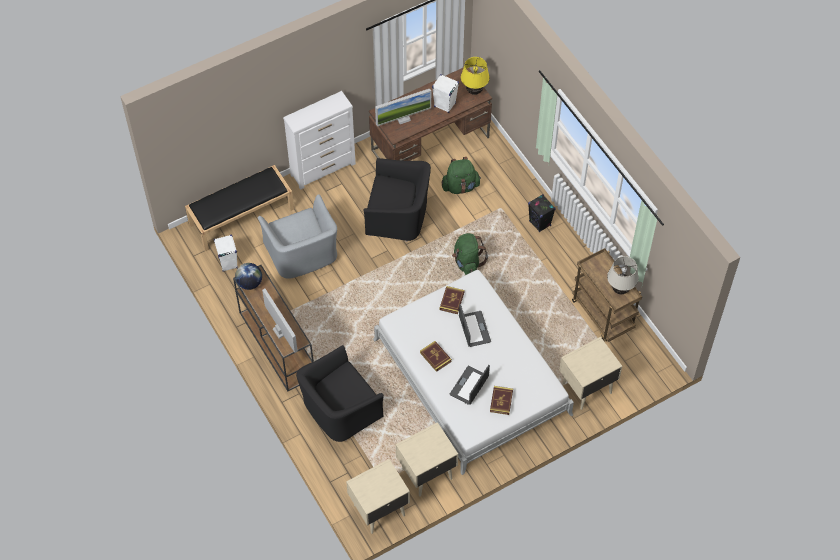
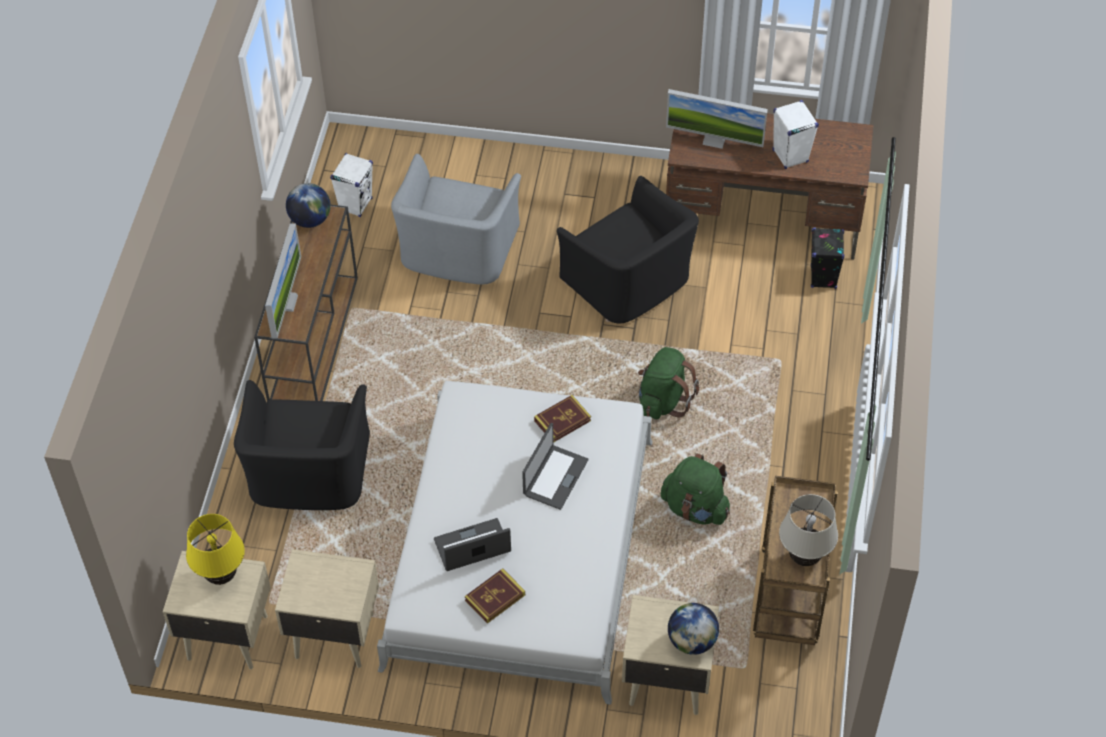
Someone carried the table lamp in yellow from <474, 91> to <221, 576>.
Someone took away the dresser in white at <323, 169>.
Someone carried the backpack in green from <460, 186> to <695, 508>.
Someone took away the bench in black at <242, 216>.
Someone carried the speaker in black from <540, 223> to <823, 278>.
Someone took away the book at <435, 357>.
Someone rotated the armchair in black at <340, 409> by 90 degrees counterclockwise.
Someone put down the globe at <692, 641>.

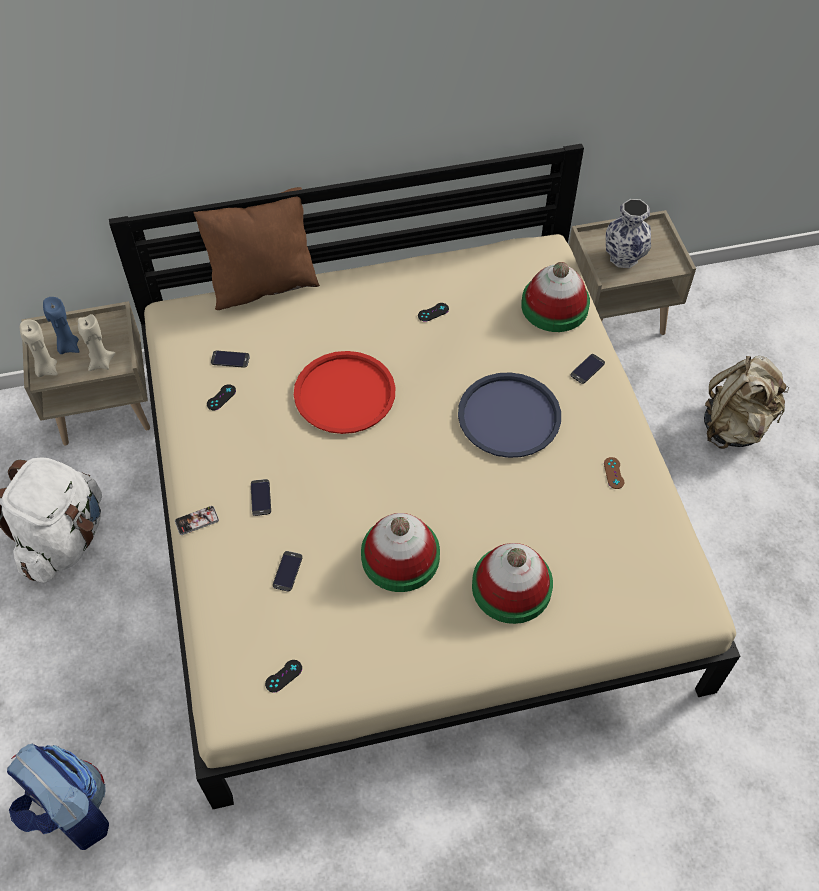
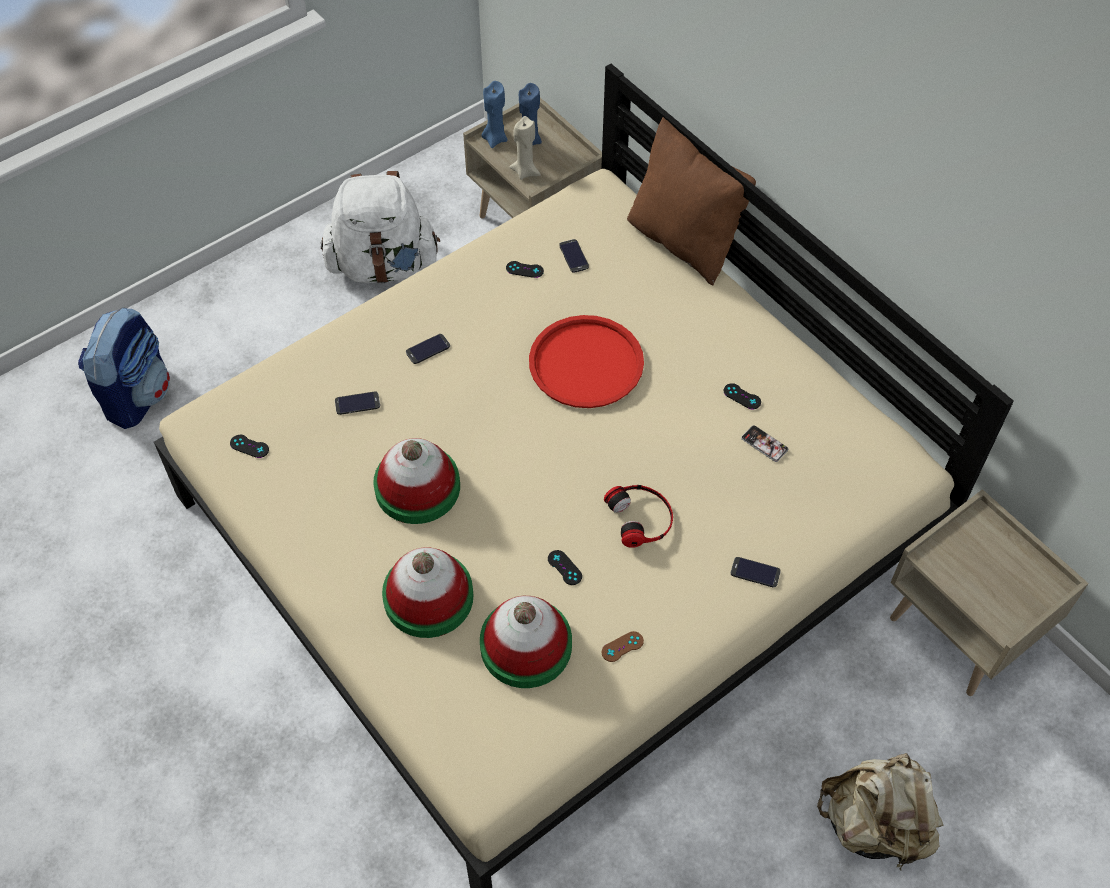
Someone took away the vase at <623, 258>.
Someone carried the hat from <554, 306> to <526, 645>.
Someone repainted the candle in beige at <46, 369>, which became the candle in blue at <495, 139>.
Someone swapped the tray in blue at <509, 416> for the headphones at <641, 517>.
Someone carried the phone from <197, 521> to <764, 444>.
Someone put down the game controller in black at <564, 567>.

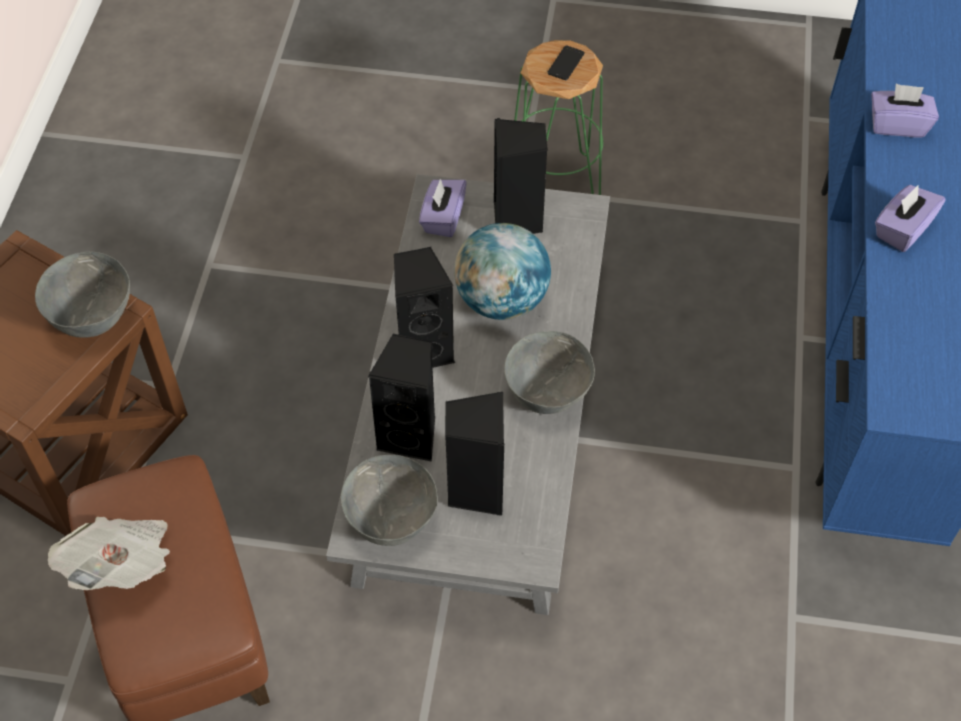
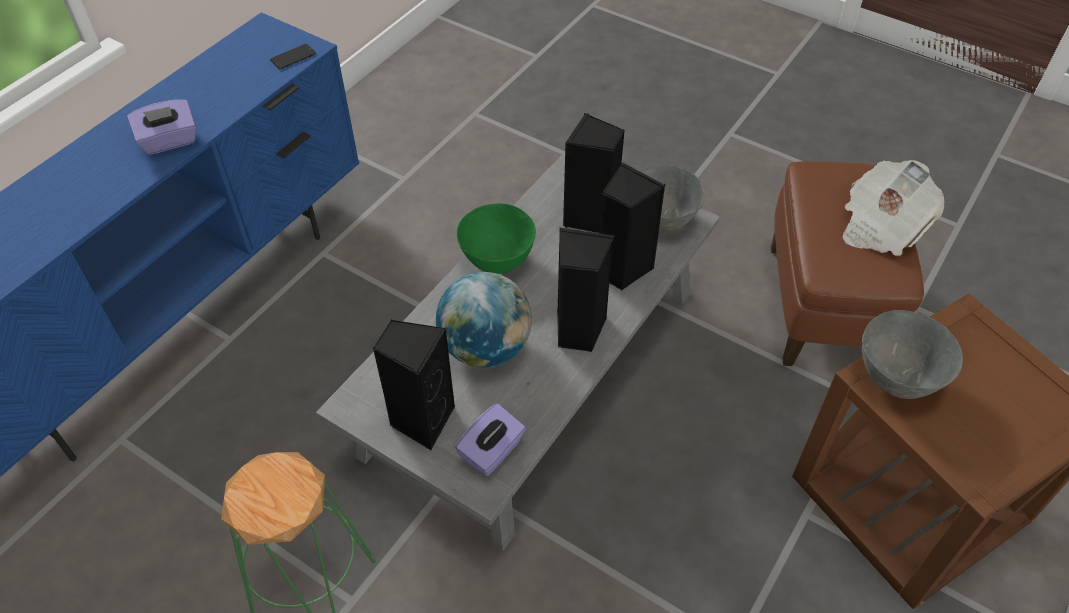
Someone carried the phone from <566, 63> to <293, 57>.
Someone took away the tissue box in purple at <897, 125>.
Someone repainted the bowl in grey at <546, 394>, which became the bowl in green at <498, 261>.

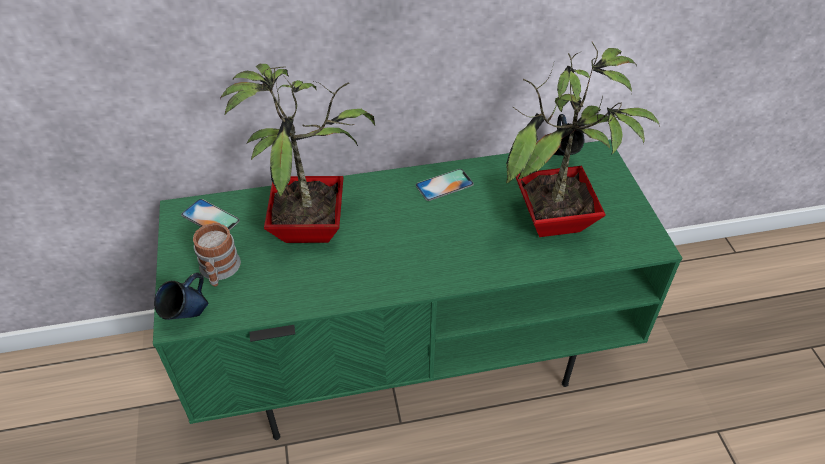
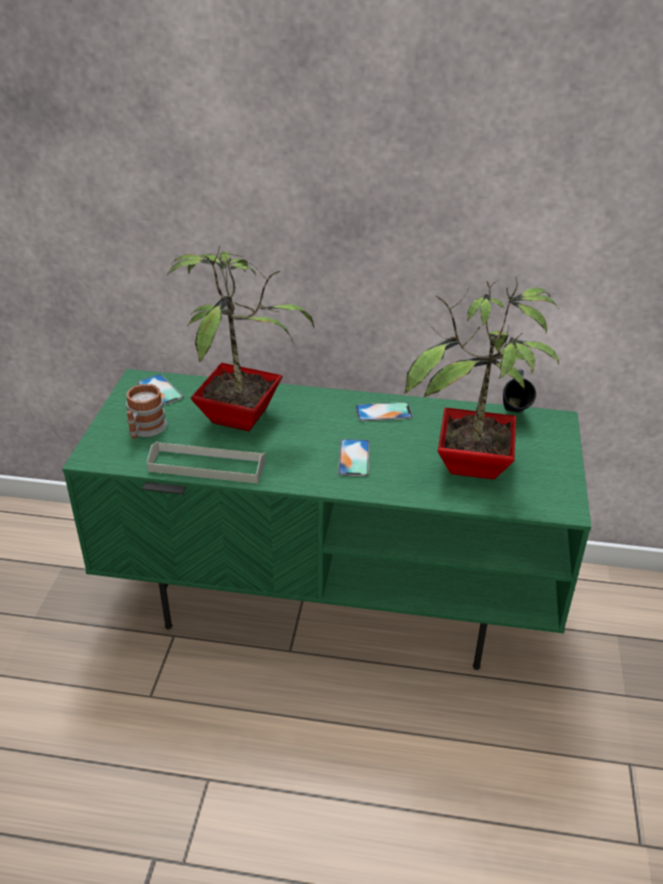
Someone took away the mug in blue at <189, 316>.
Someone put down the phone at <354, 458>.
Someone put down the tray in grey at <207, 466>.

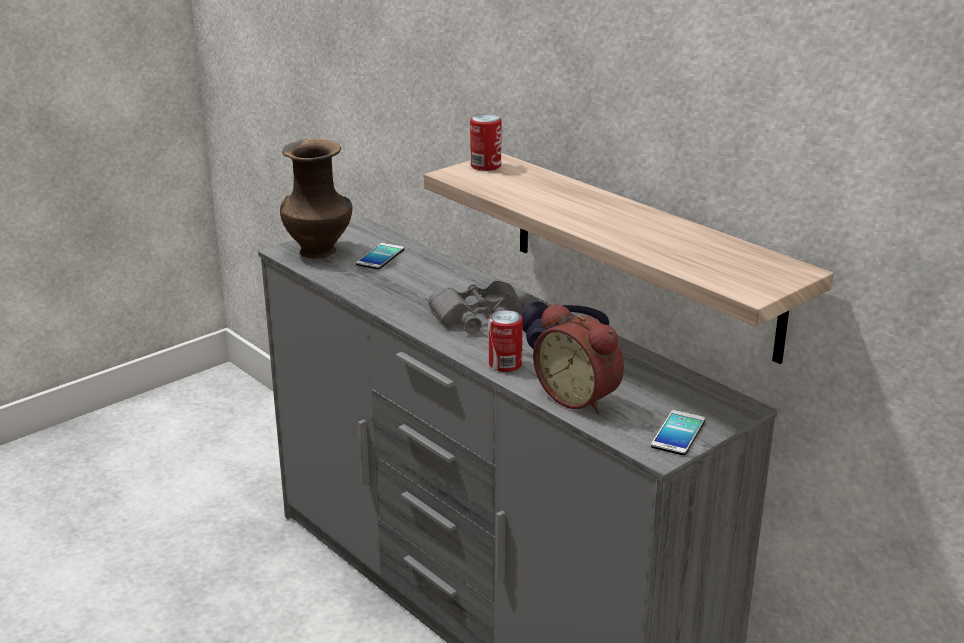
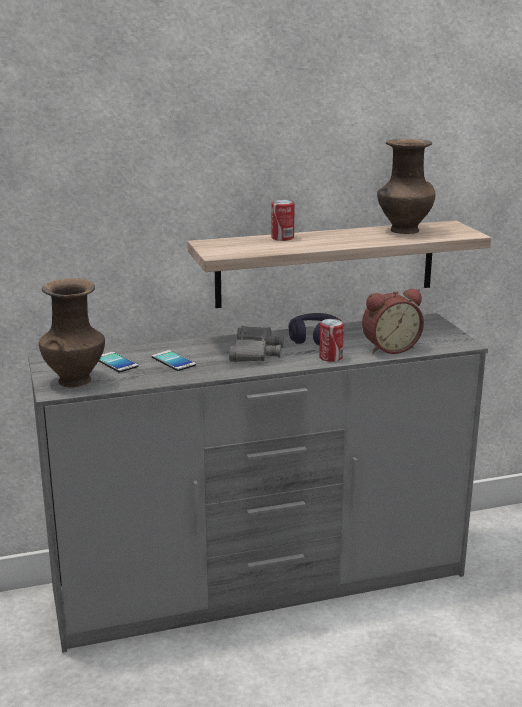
Someone carried the can from <485, 166> to <282, 238>.
Someone carried the phone from <678, 433> to <173, 361>.
Someone put down the vase in brown at <403, 231>.

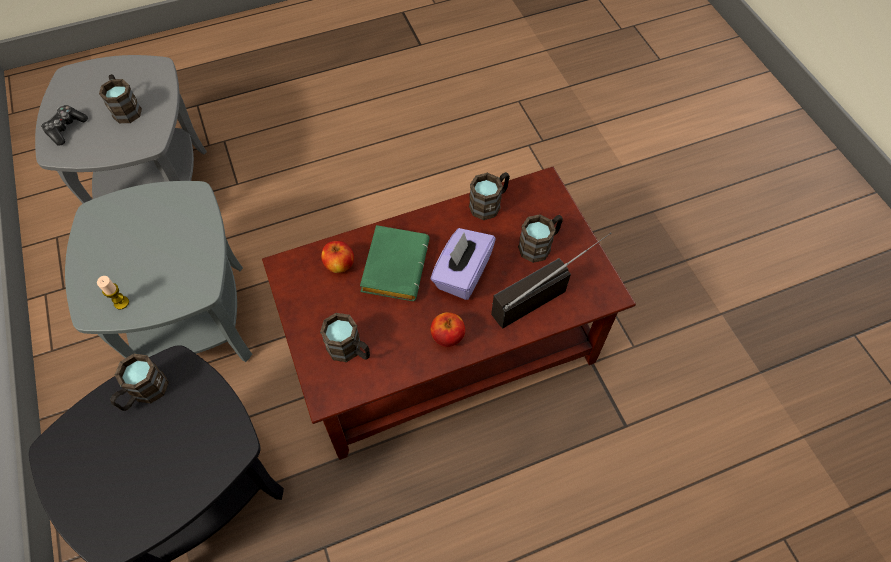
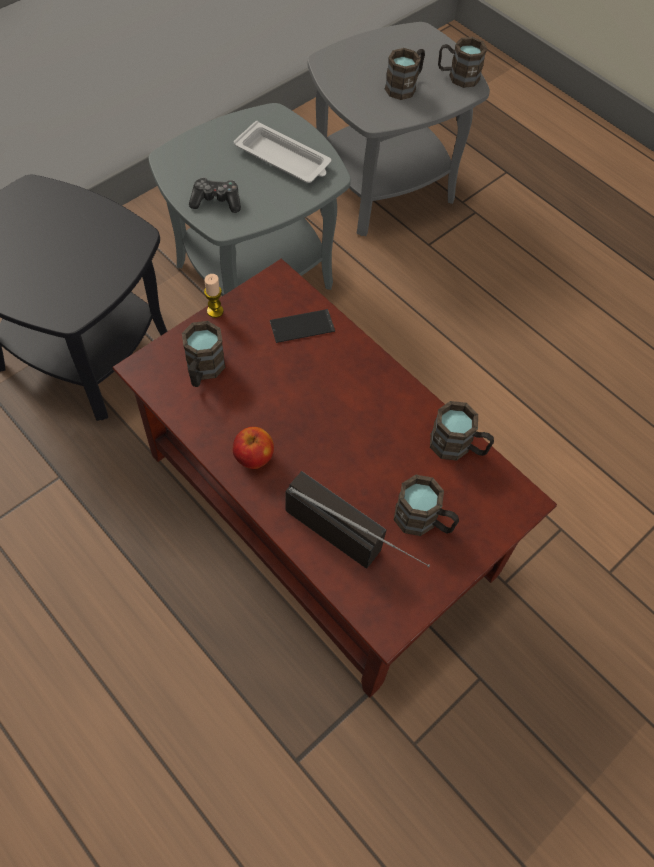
Someone carried the game controller from <66, 129> to <216, 201>.
Someone took away the book in green at <393, 265>.
Someone took away the tissue box in purple at <462, 274>.
Someone swapped the apple at <340, 265> for the phone at <302, 326>.
Someone carried the candle from <121, 303> to <215, 311>.
Someone carried the mug in brown from <144, 393> to <457, 76>.
Someone put down the tray in white at <284, 159>.

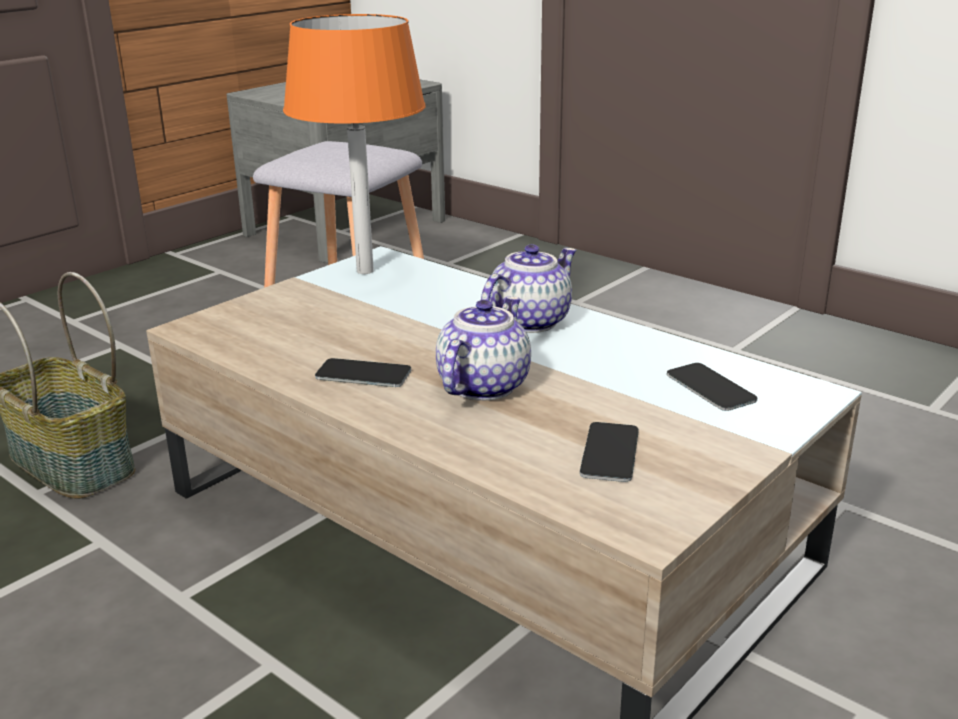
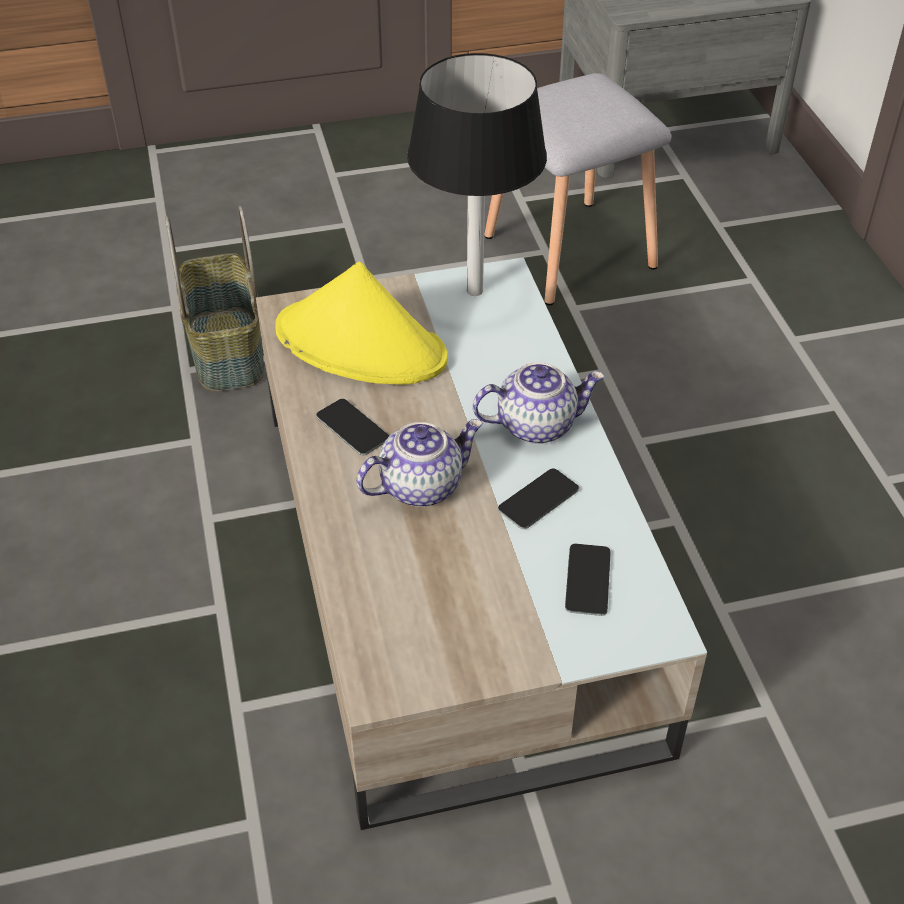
Someone repainted the table lamp in orange at <365, 271>, which became the table lamp in black at <475, 291>.
Someone carried the phone from <610, 452> to <538, 499>.
Someone put down the hat in yellow at <362, 345>.

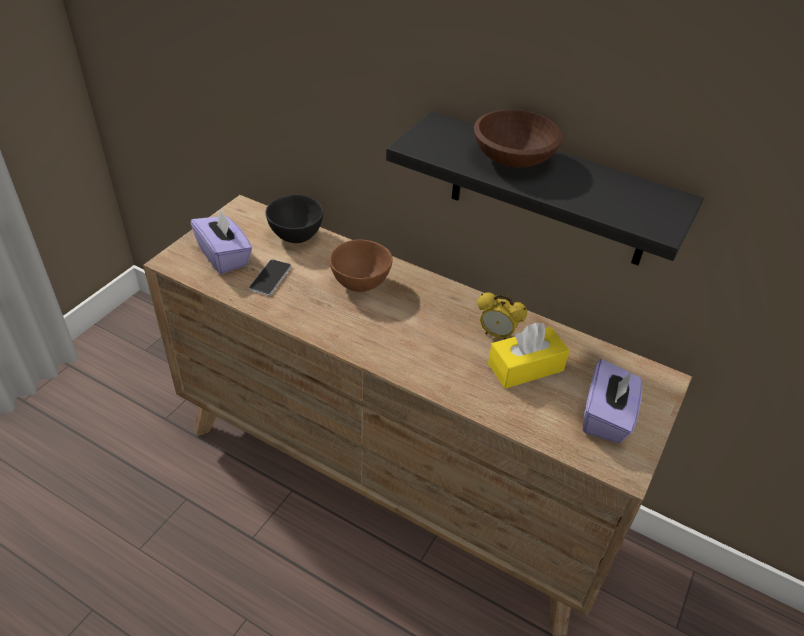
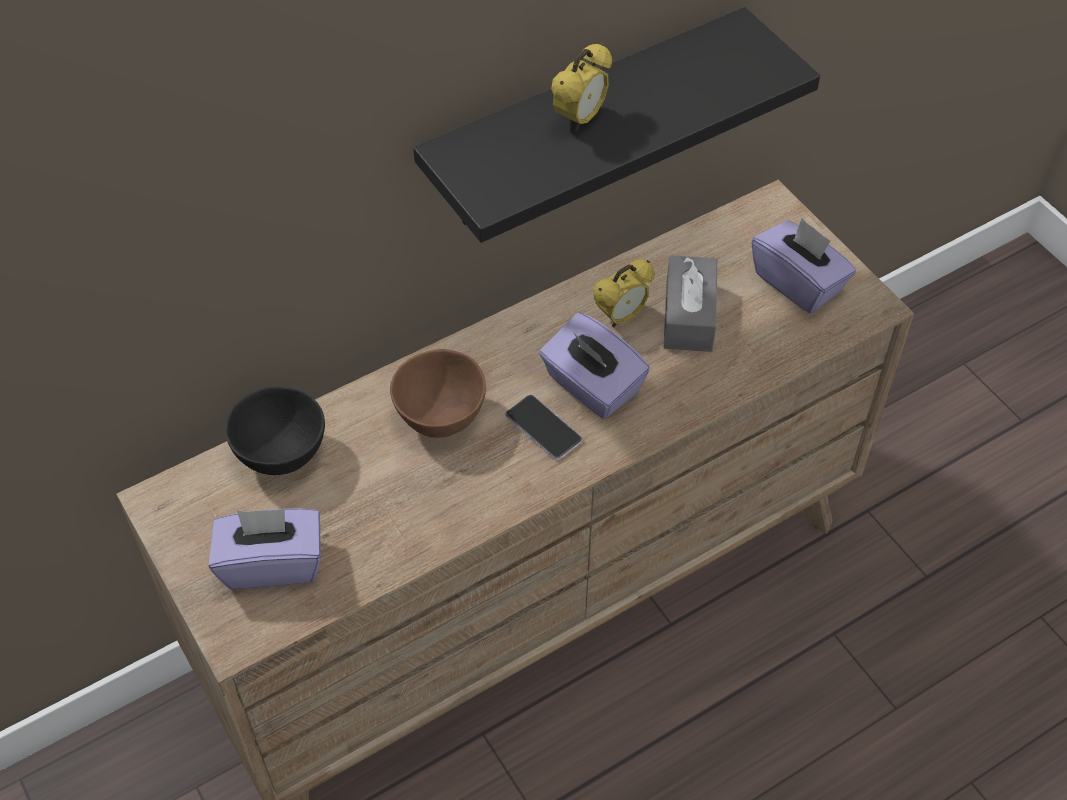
Someone swapped the bowl in brown at <514, 158> for the alarm clock at <580, 119>.
Someone carried the phone from <270, 278> to <543, 428>.
Someone repainted the tissue box in yellow at <525, 367>, which became the tissue box in grey at <688, 316>.
Someone put down the tissue box in purple at <591, 386>.

